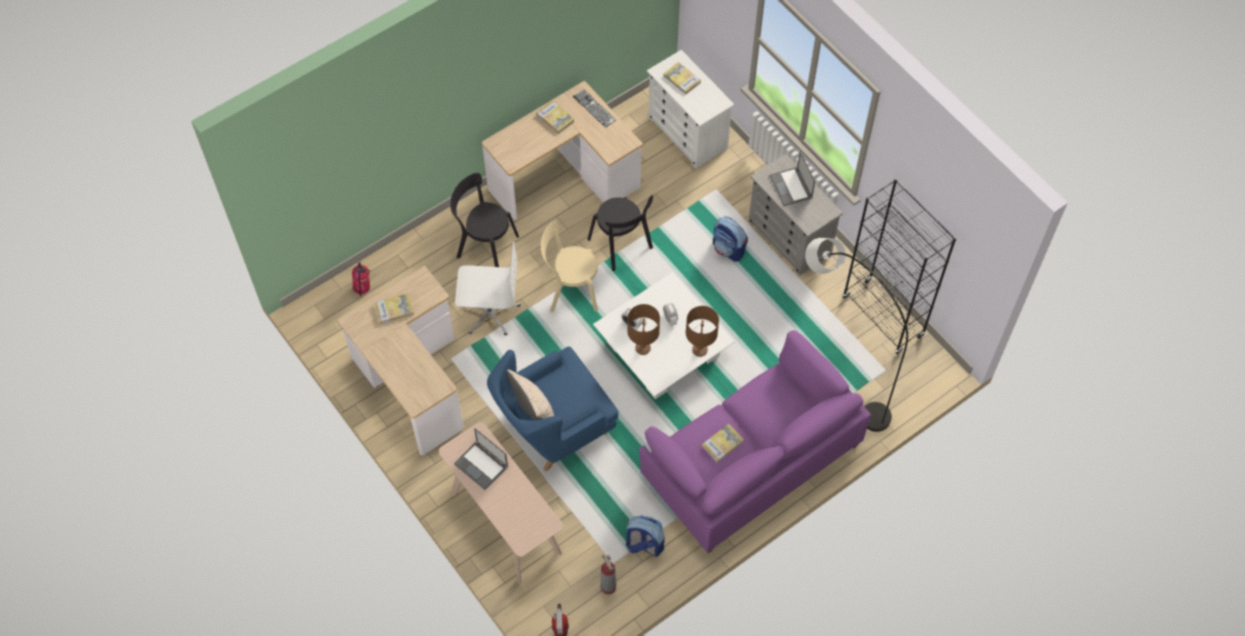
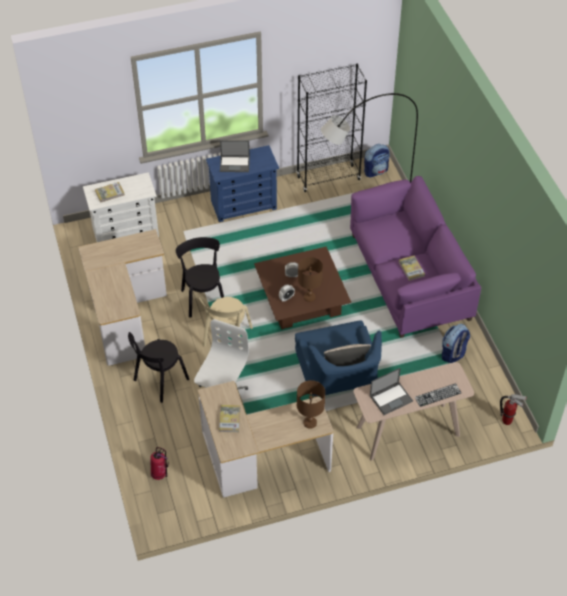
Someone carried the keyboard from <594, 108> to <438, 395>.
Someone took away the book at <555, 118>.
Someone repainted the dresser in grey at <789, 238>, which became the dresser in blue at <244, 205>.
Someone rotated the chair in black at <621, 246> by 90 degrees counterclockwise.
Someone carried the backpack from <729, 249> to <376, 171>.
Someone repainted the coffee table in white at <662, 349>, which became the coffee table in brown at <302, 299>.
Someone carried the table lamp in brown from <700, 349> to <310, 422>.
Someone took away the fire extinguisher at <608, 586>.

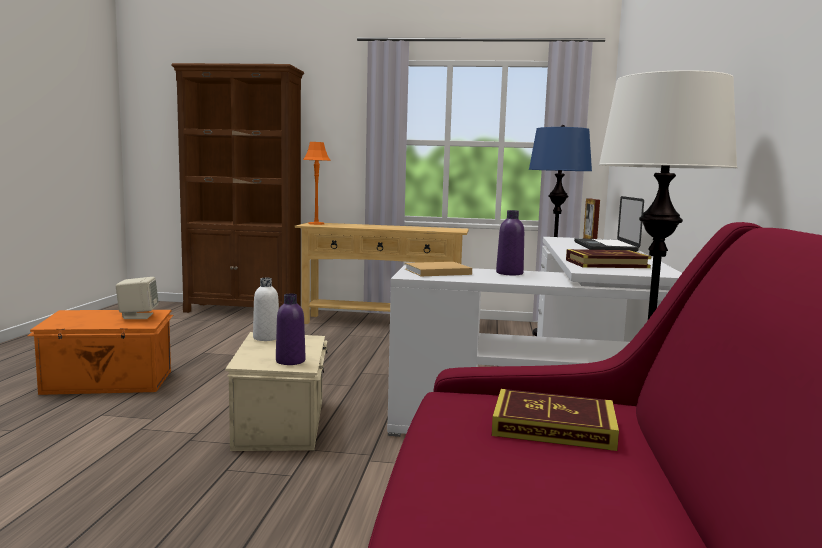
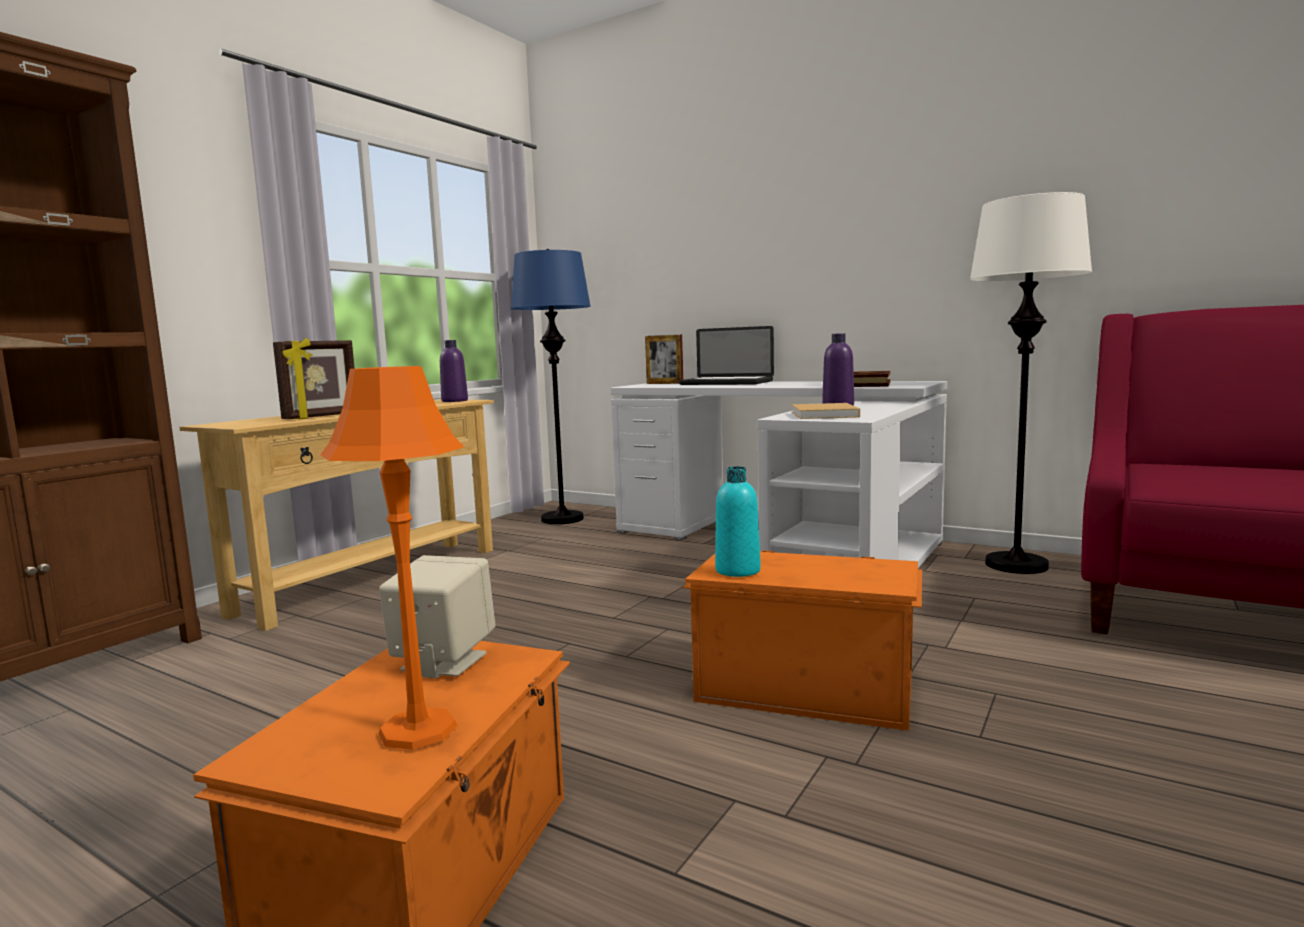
Someone carried the table lamp in orange from <316, 224> to <418, 729>.
Someone repainted the bottle in white at <266, 338>, which became the bottle in turquoise at <737, 570>.
Someone carried the bottle in purple from <290, 361> to <454, 401>.
Someone repainted the storage box in beige at <282, 423>, which became the storage box in orange at <804, 685>.
Someone took away the book at <553, 426>.
Someone put down the picture frame at <322, 416>.

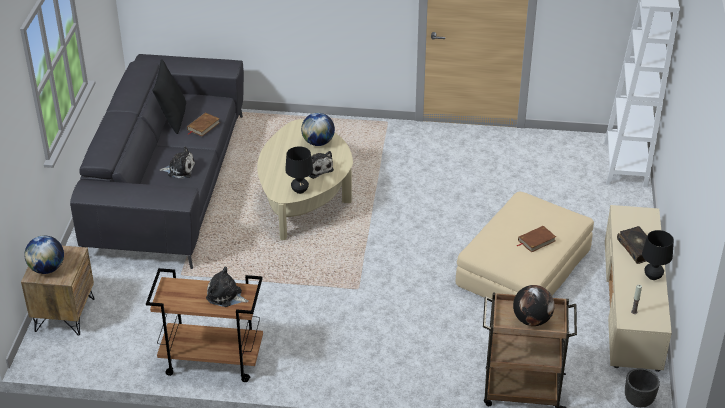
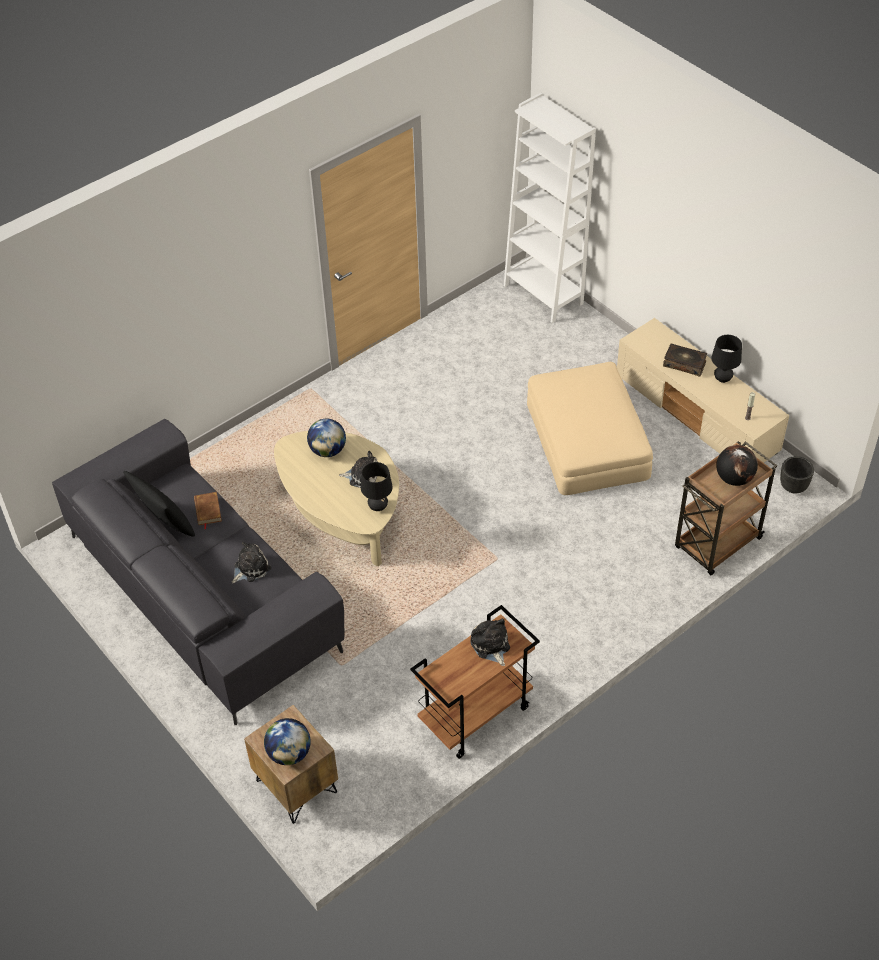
Someone took away the book in brown at <536, 241>.
Someone rotated the plush toy at <226, 296> by 90 degrees clockwise.

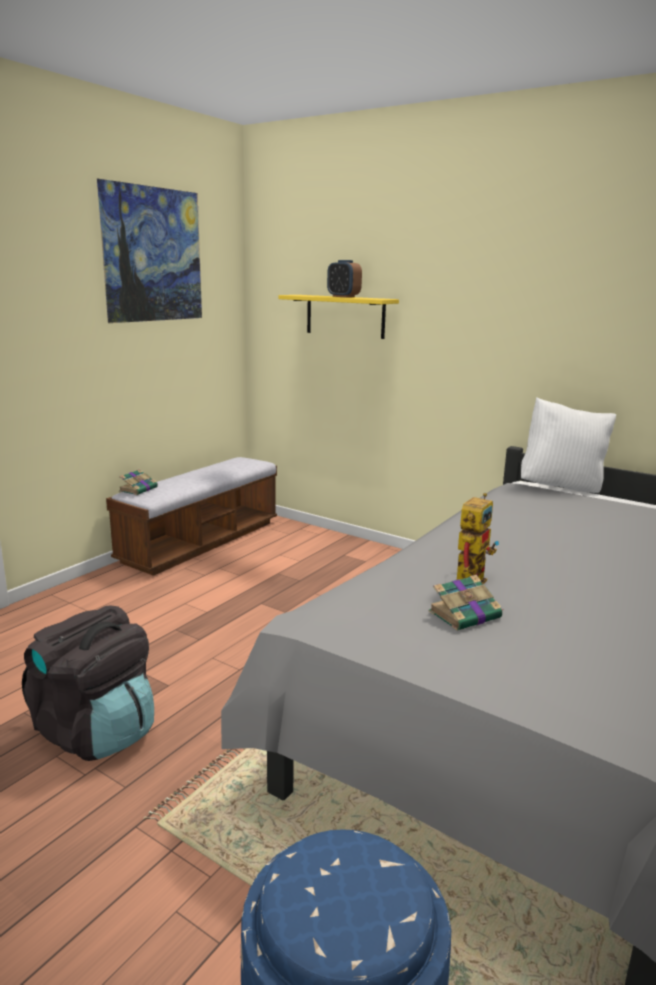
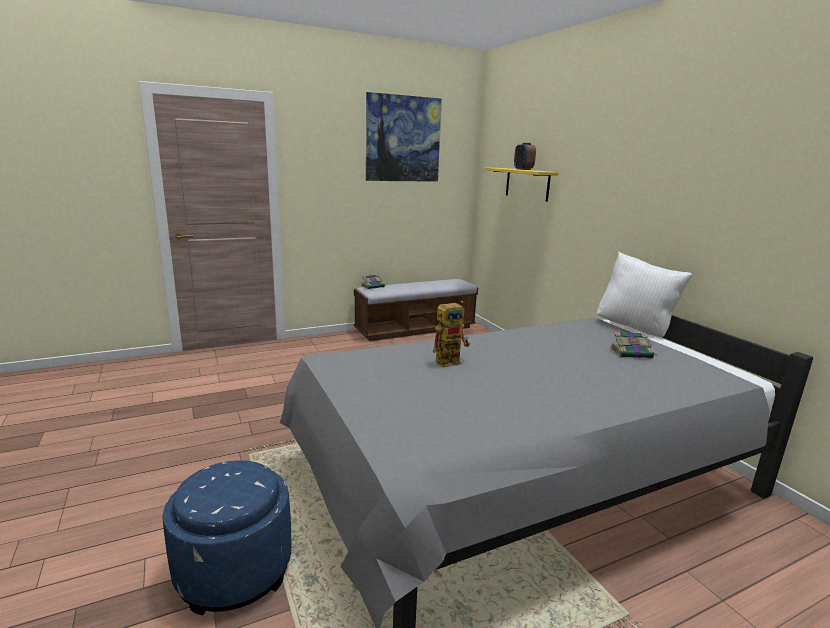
Someone carried the book from <466, 614> to <632, 353>.
Someone took away the backpack in black at <96, 731>.

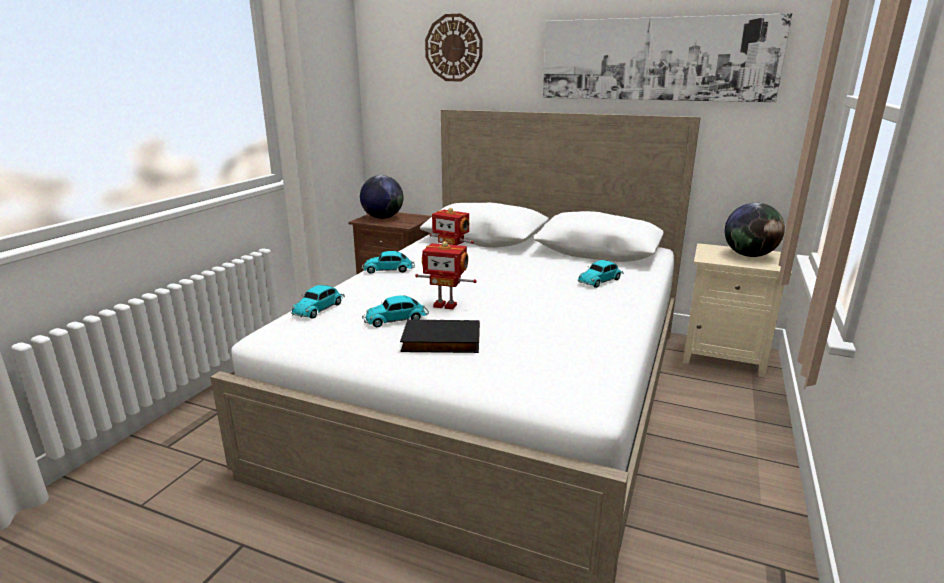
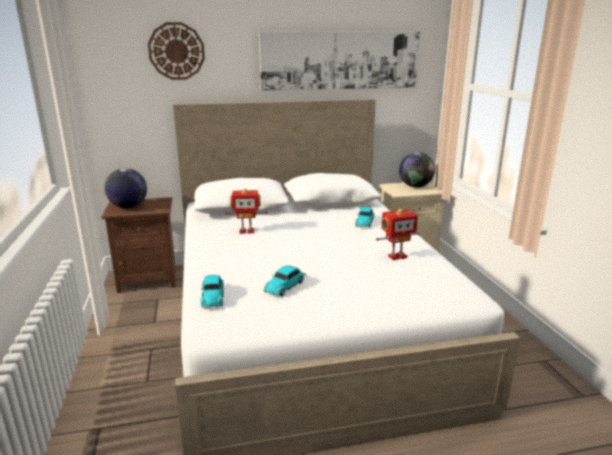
Someone carried the toy robot from <445, 305> to <396, 256>.
Someone took away the toy car at <389, 270>.
Someone took away the book in black at <440, 342>.

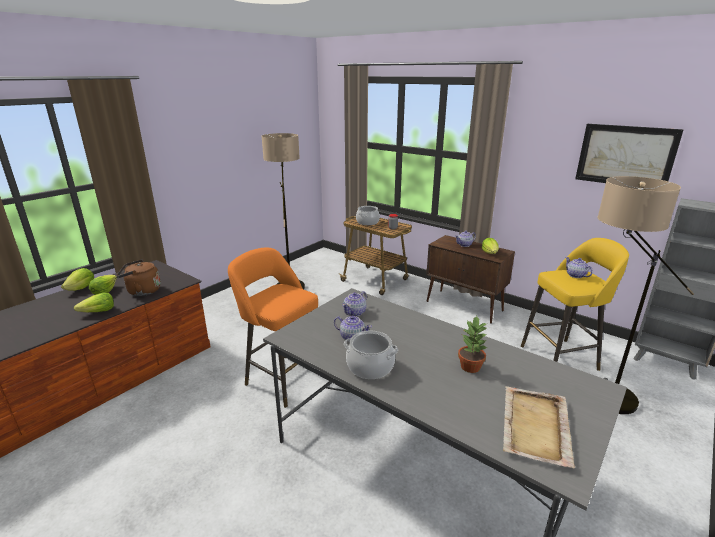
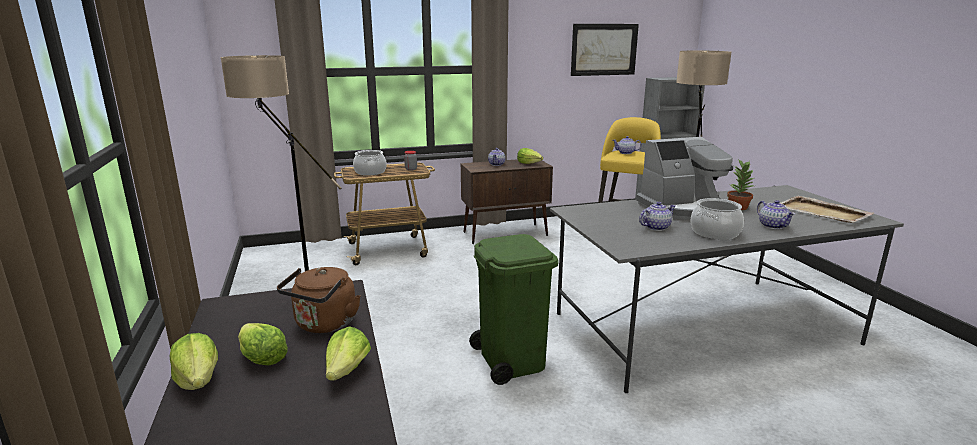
Someone swapped the stool in orange at <282, 378> for the trash can in green at <511, 360>.
Someone carried the teapot from <355, 312> to <772, 226>.
Someone put down the coffee machine at <683, 208>.

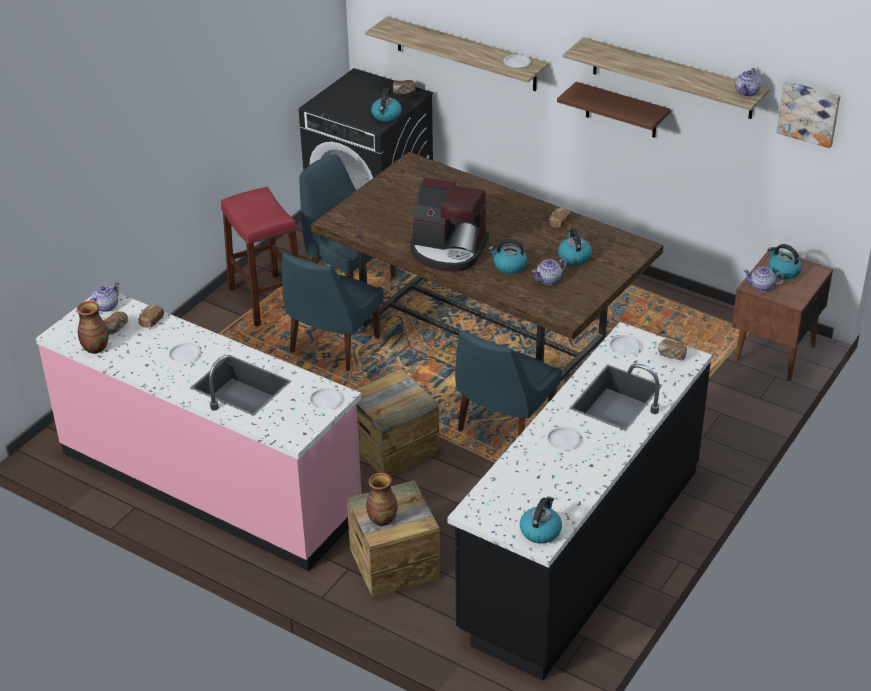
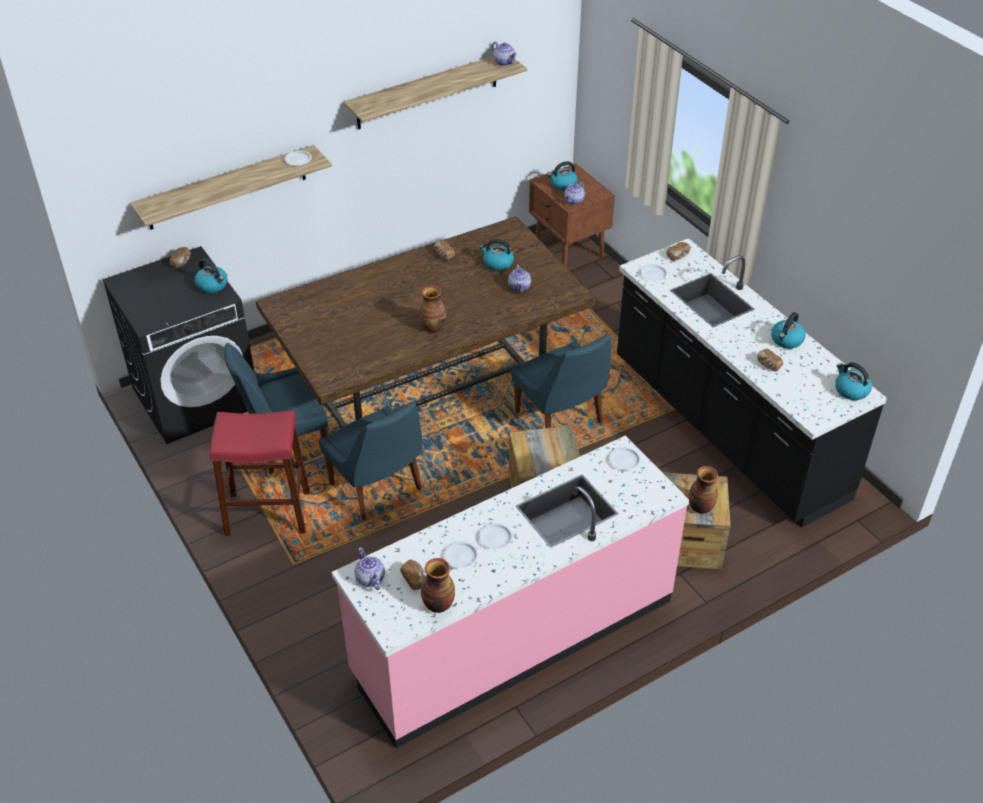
Someone took away the picture at <809, 113>.
Someone took away the shelf in brown at <621, 110>.
Someone swapped the coffee machine at <448, 250> for the vase at <433, 327>.
Someone carried the kettle from <509, 266> to <786, 340>.
Someone carried the bread from <151, 321> to <768, 365>.
Someone carried the plate in white from <562, 440> to <460, 557>.

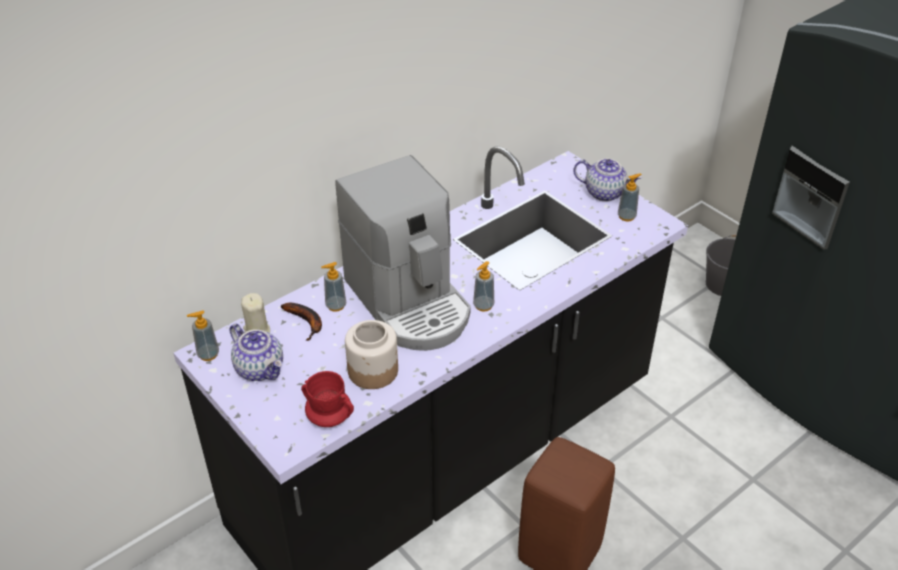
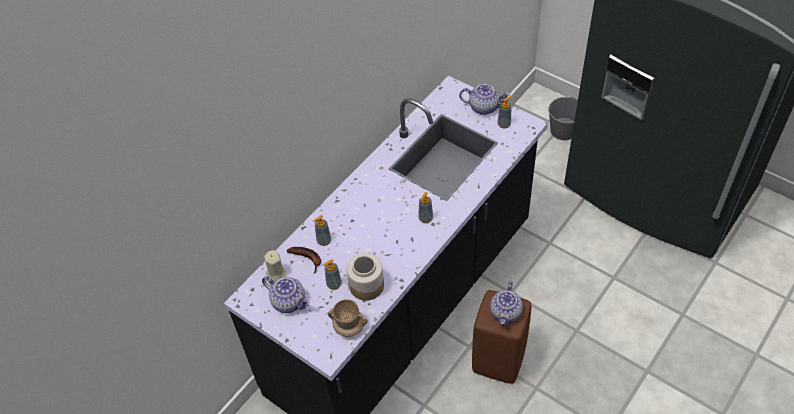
Someone took away the coffee machine at <410, 302>.
Someone carried the soap dispenser from <208, 354> to <334, 284>.
Someone repainted the mug in red at <329, 417>, which became the mug in beige at <349, 327>.
Someone put down the teapot at <506, 313>.

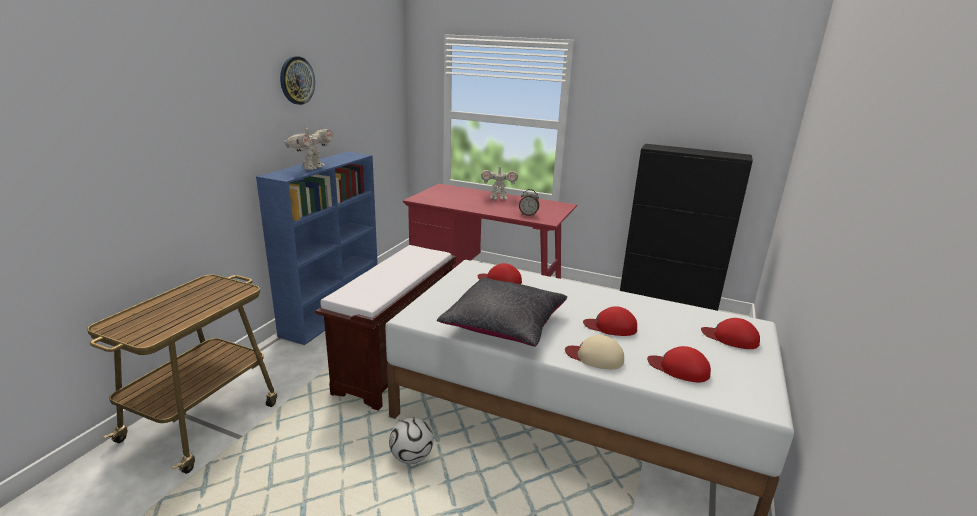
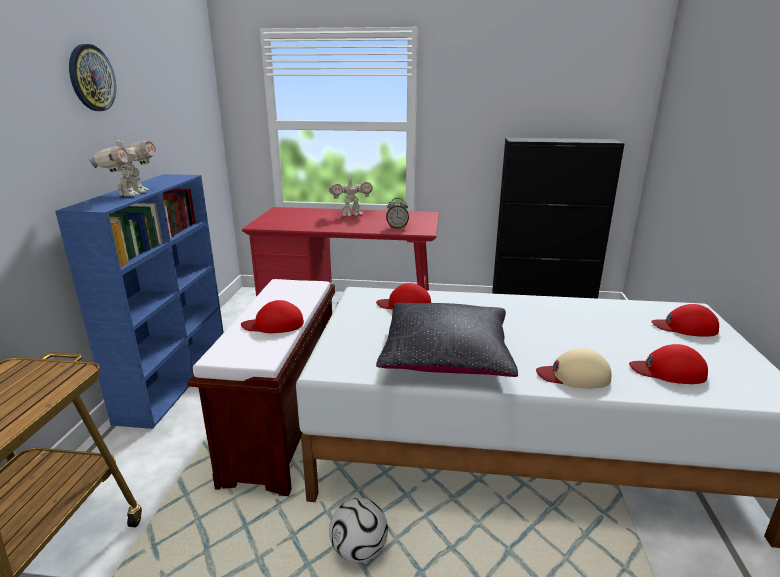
Someone carried the cap in red from <610, 326> to <274, 324>.

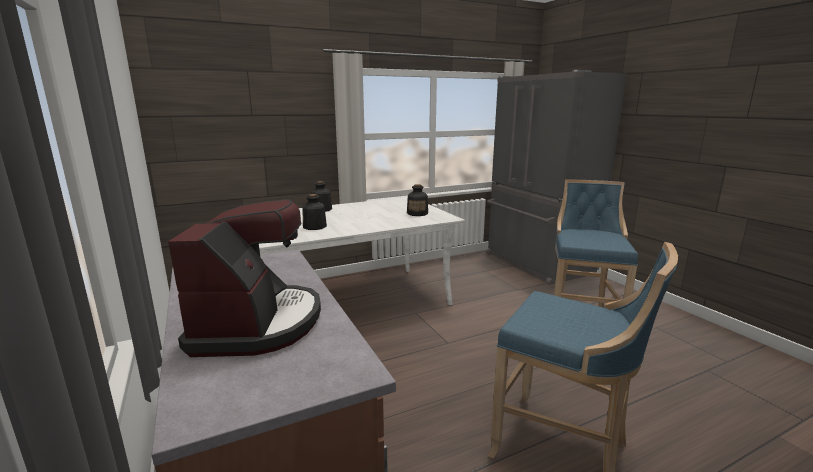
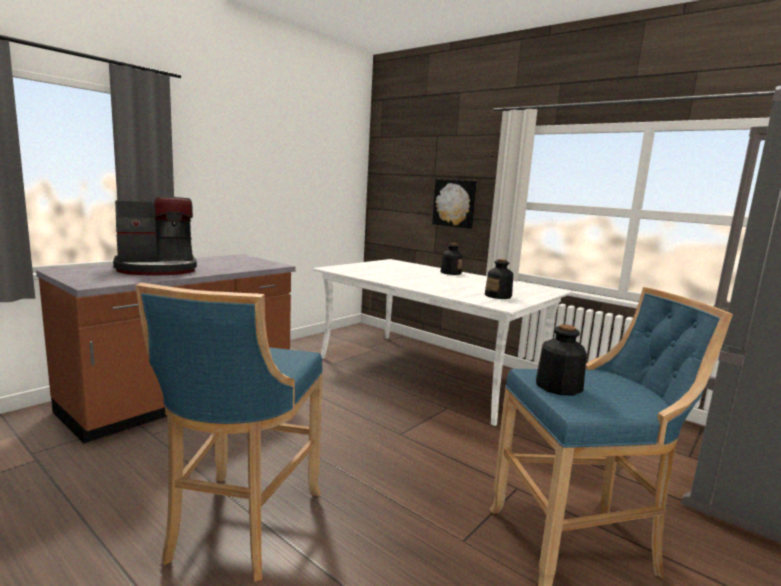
Someone carried the bottle from <314, 227> to <558, 387>.
Someone put up the picture at <454, 203>.

